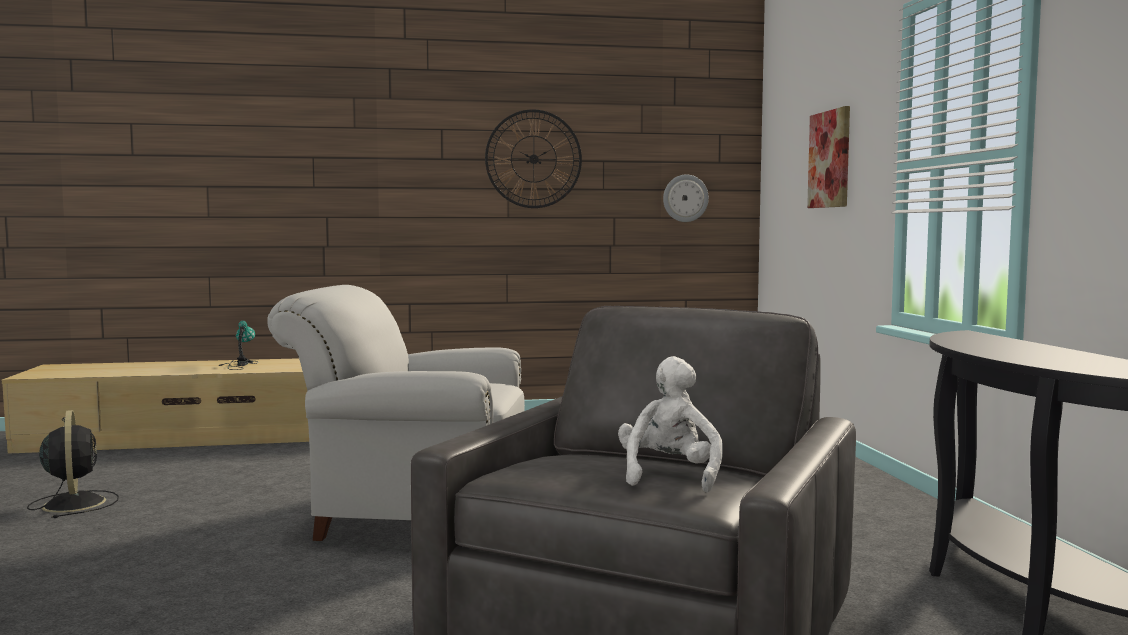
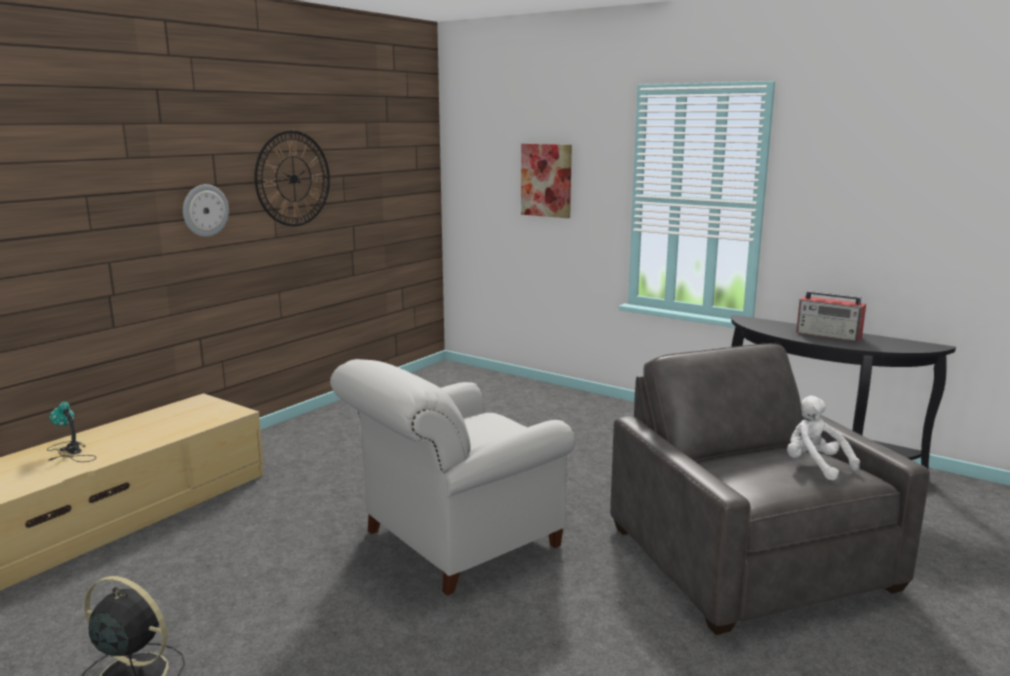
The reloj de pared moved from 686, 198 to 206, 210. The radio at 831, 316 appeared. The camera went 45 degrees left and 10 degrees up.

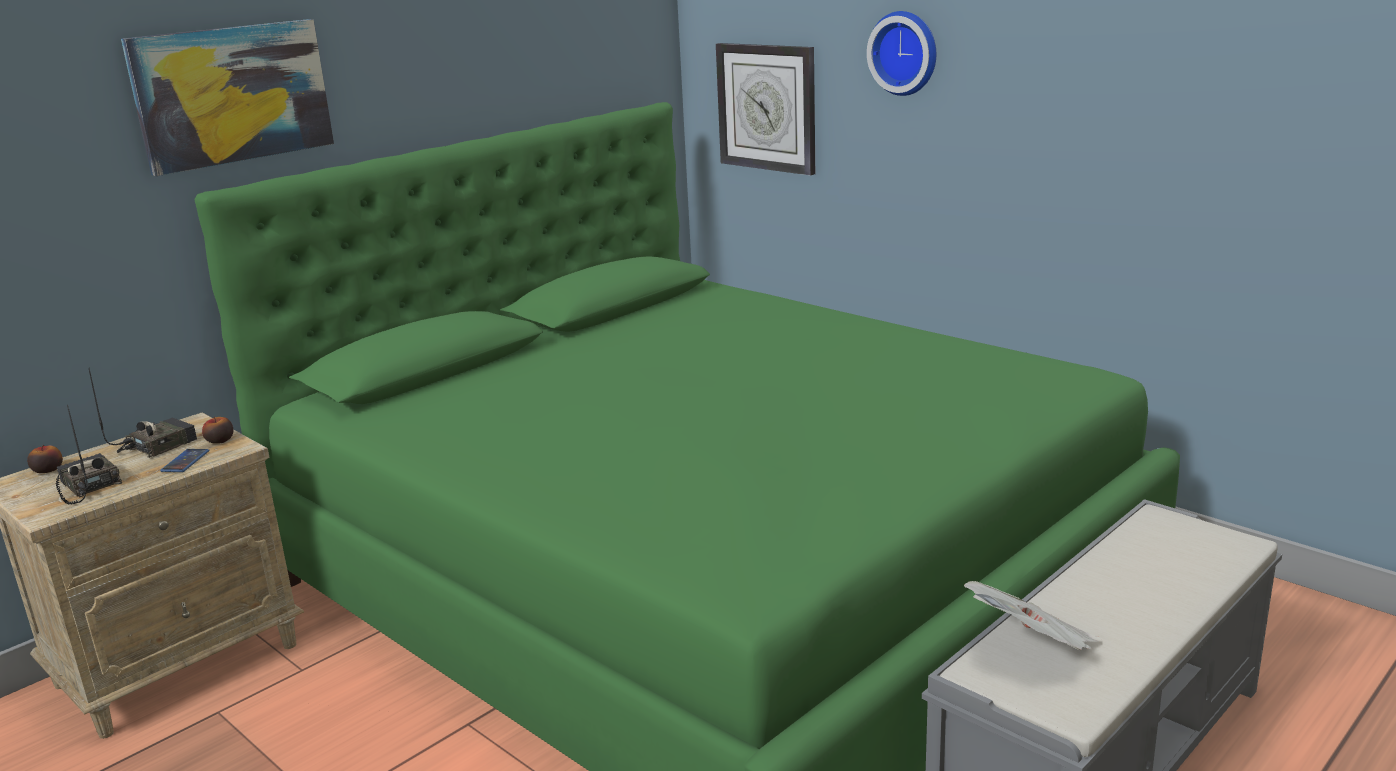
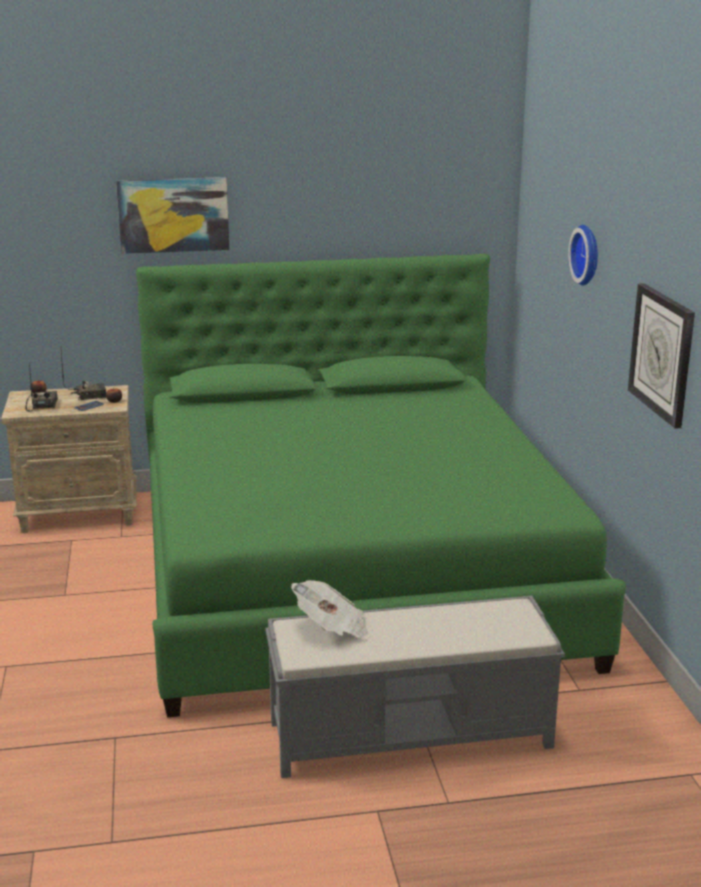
The reloj de pared moved from 765, 109 to 661, 356. The camera went 35 degrees right and 0 degrees up.

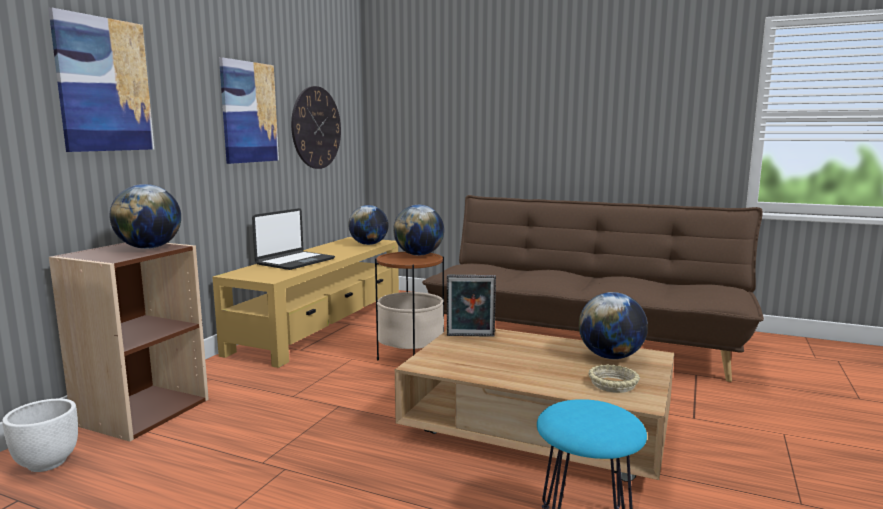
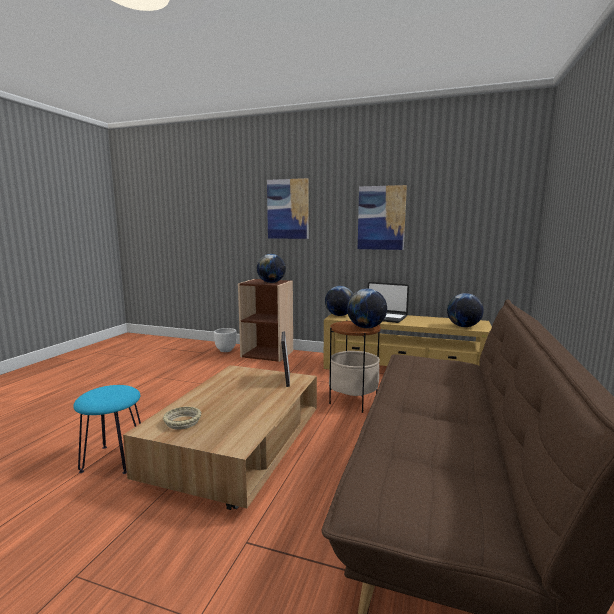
The globo terráqueo moved from 613, 325 to 339, 301. The reloj de pared at 316, 127 disappeared. The camera went 85 degrees right and 0 degrees up.

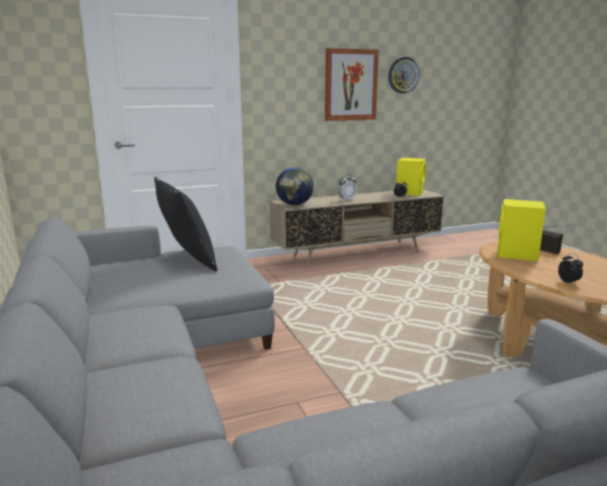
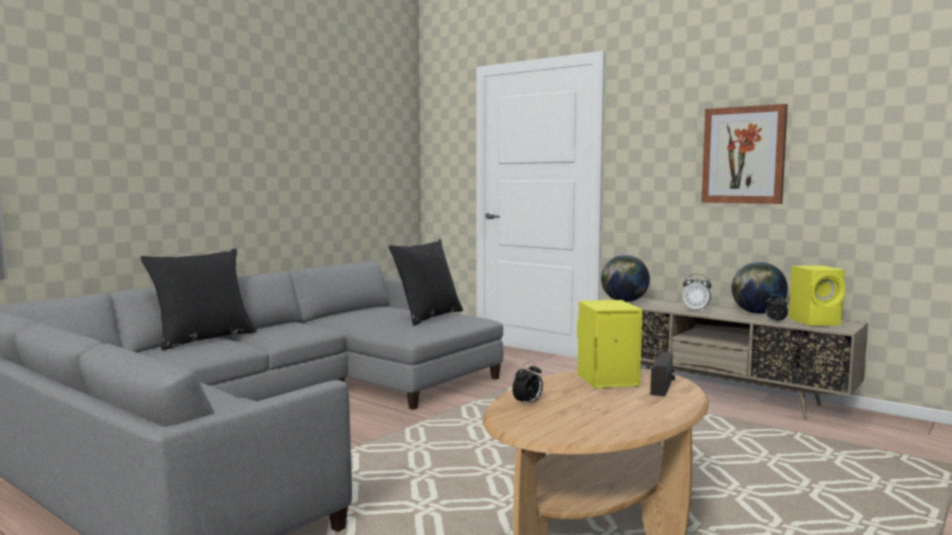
The cojín/negro at 198, 299 appeared. The globo terráqueo at 760, 288 appeared. The reloj de pared at 404, 75 disappeared. The camera went 60 degrees right and 10 degrees down.

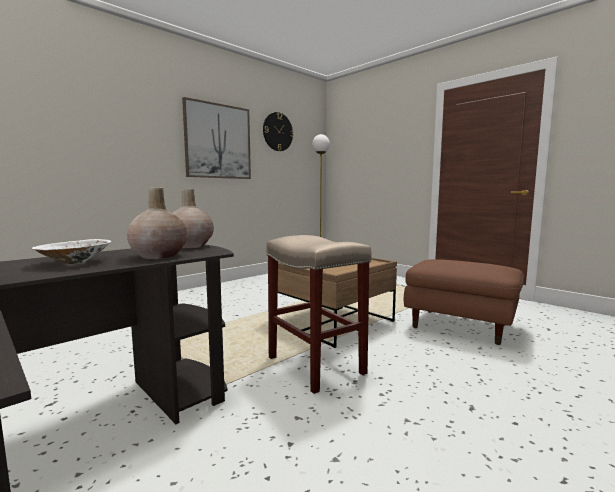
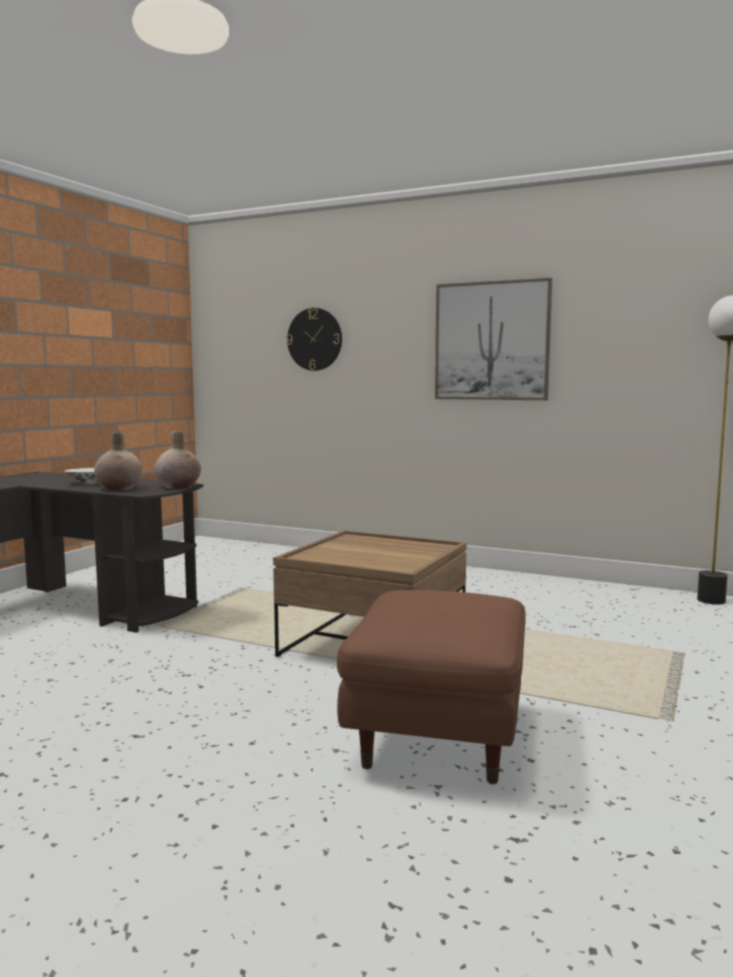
The reloj de pared moved from 278, 131 to 314, 339. The taburete/beis at 318, 314 disappeared. The camera went 70 degrees right and 0 degrees up.

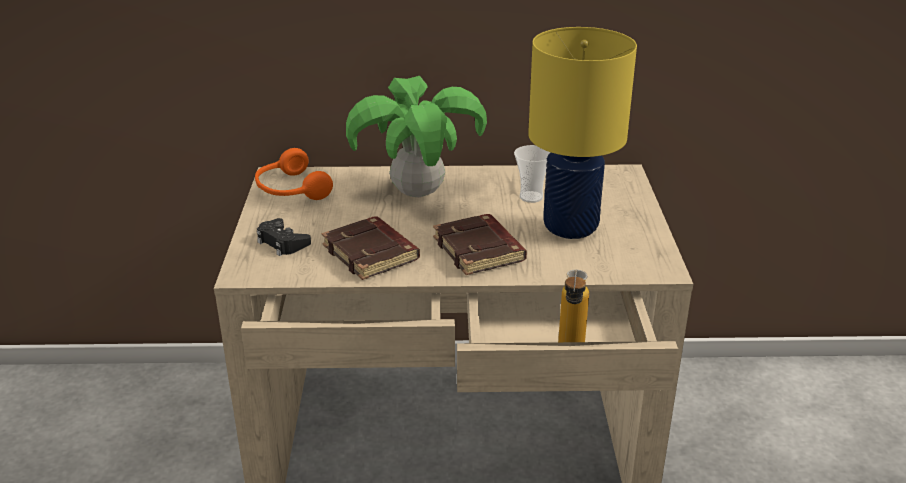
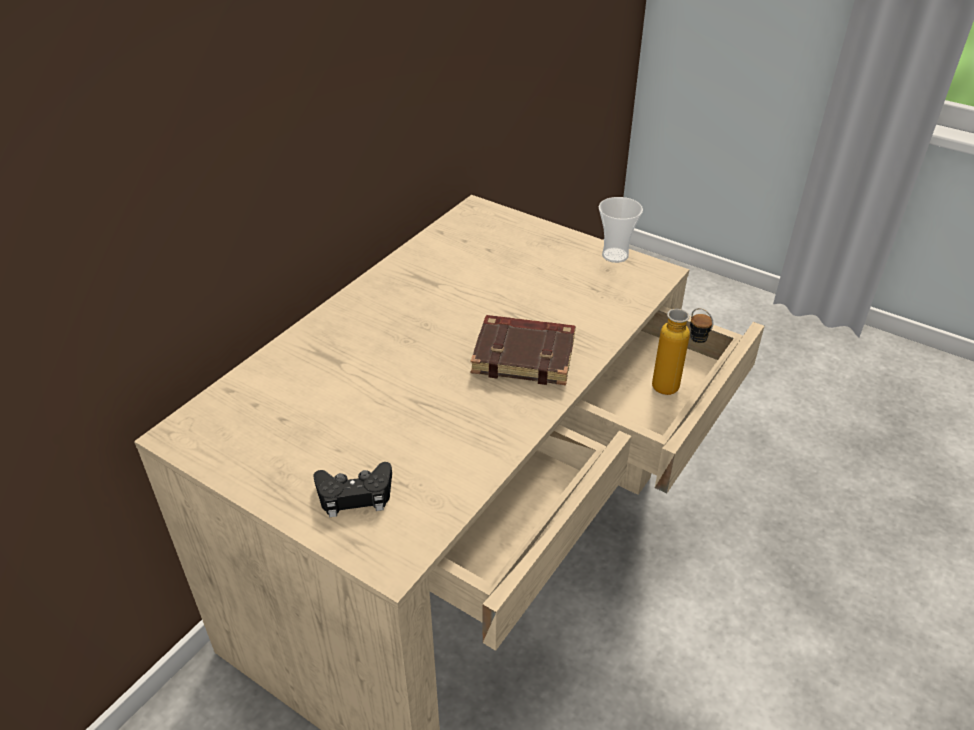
The taza moved from 532, 174 to 621, 230. The auriculares/naranja at 294, 174 disappeared. The libro/marrón at 371, 248 disappeared. The planta en maceta at 416, 136 disappeared. The lámpara de mesa/amarillo at 582, 133 disappeared. The camera went 55 degrees left and 10 degrees up.

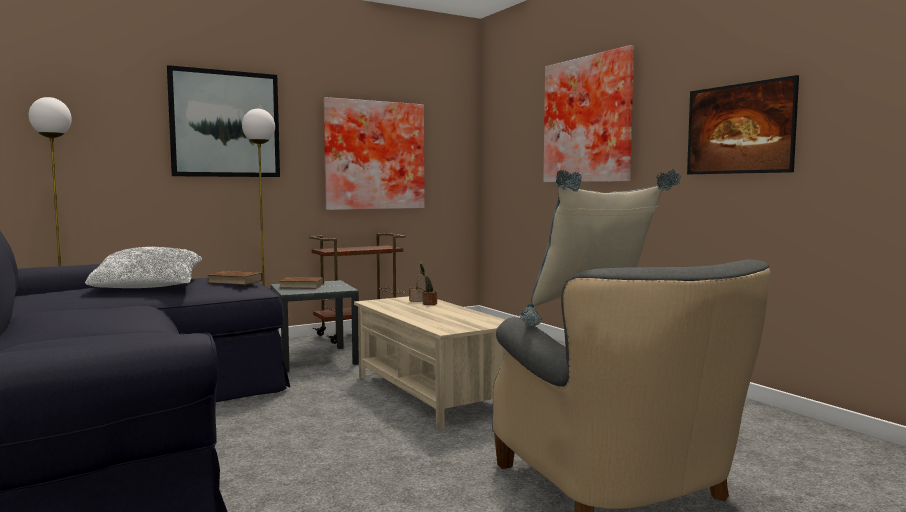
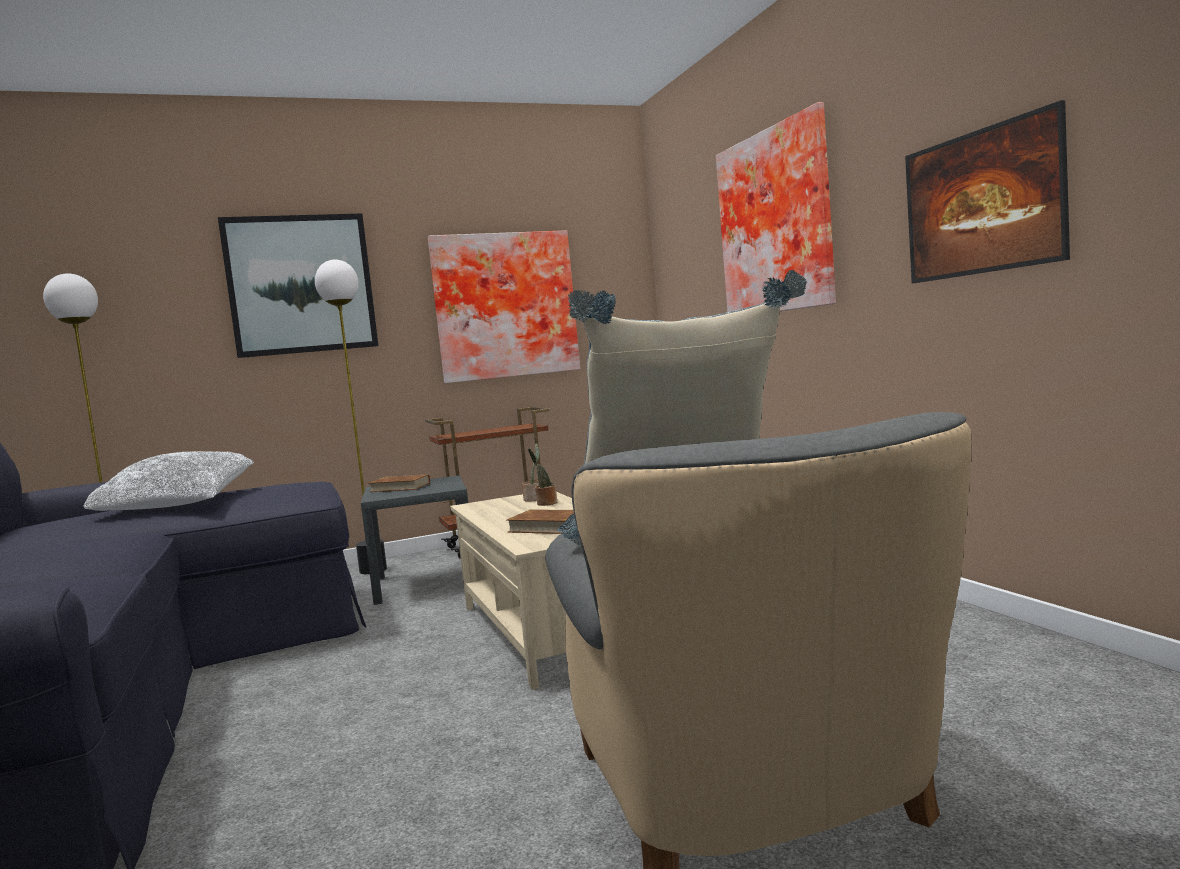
The libro/marrón moved from 235, 278 to 540, 521. The camera went 10 degrees right and 0 degrees up.

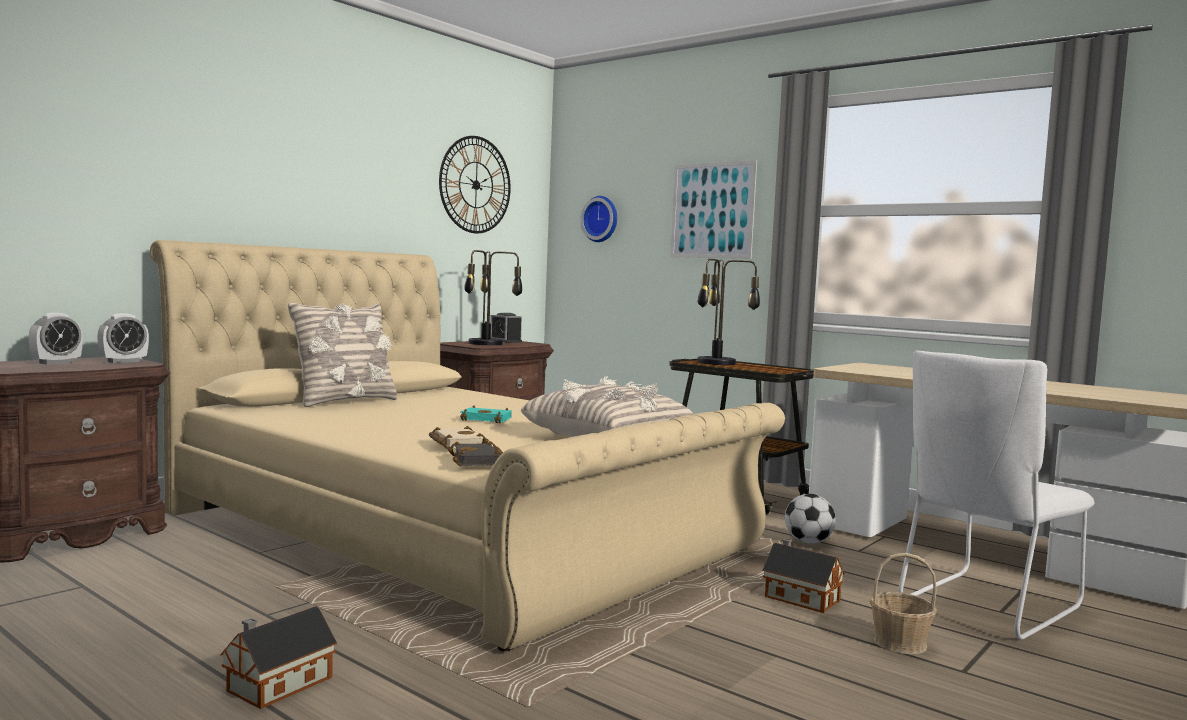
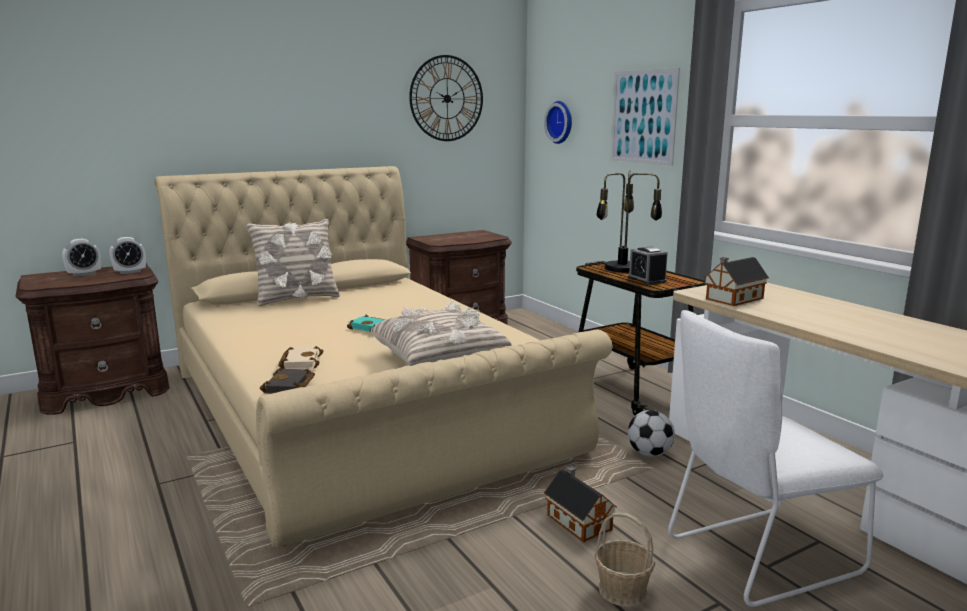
The despertador moved from 506, 328 to 648, 266. The casita moved from 278, 657 to 736, 281. The lámpara de mesa at 493, 297 disappeared. The camera went 20 degrees right and 10 degrees up.

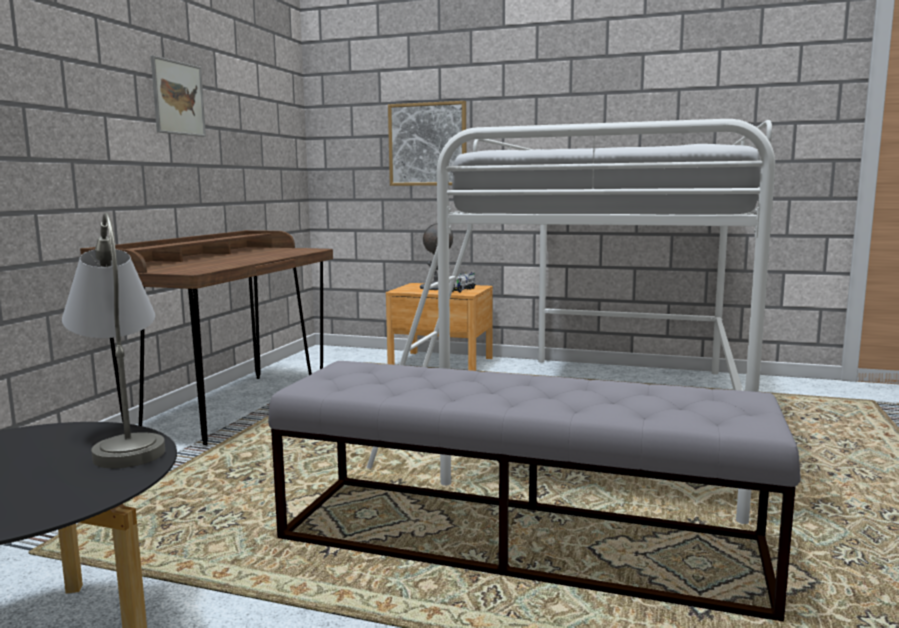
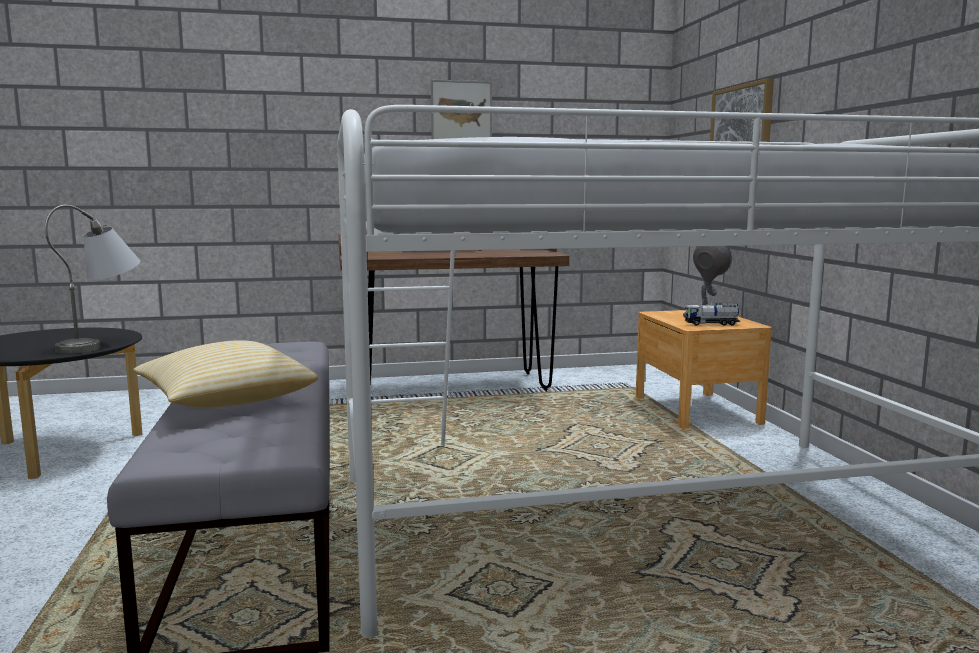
The cojín at 225, 373 appeared. The camera went 60 degrees right and 0 degrees up.

